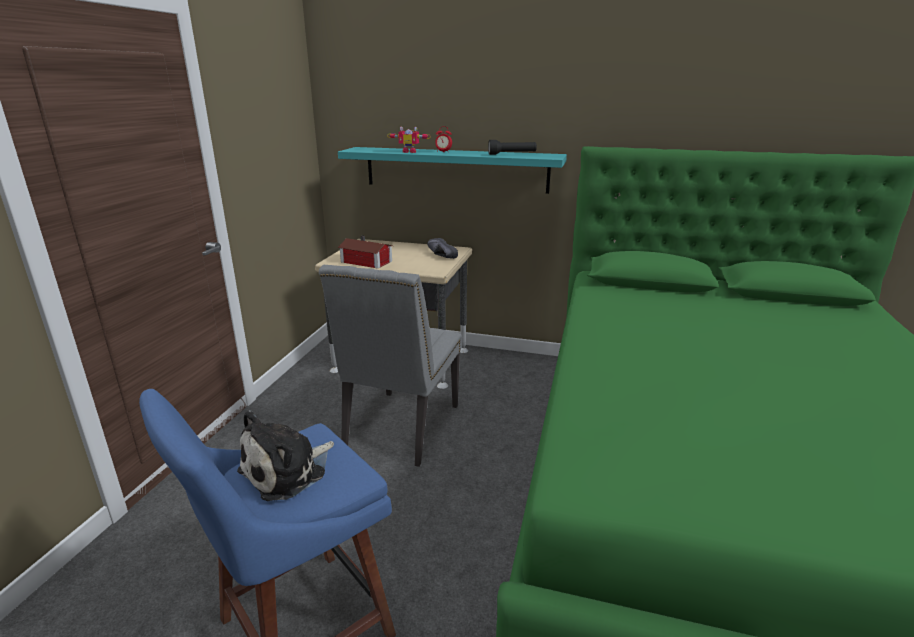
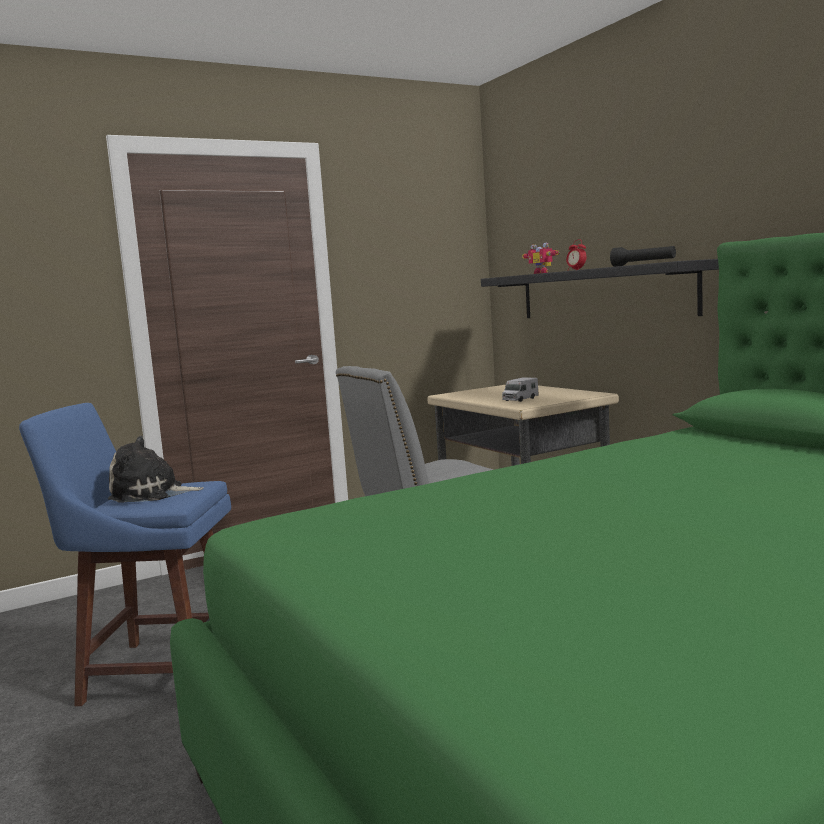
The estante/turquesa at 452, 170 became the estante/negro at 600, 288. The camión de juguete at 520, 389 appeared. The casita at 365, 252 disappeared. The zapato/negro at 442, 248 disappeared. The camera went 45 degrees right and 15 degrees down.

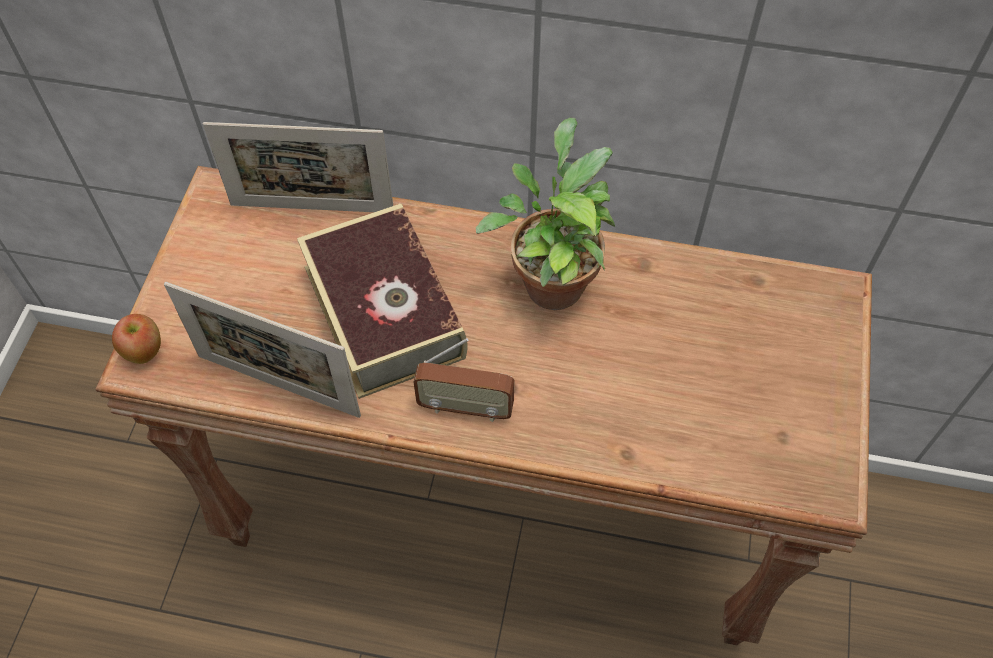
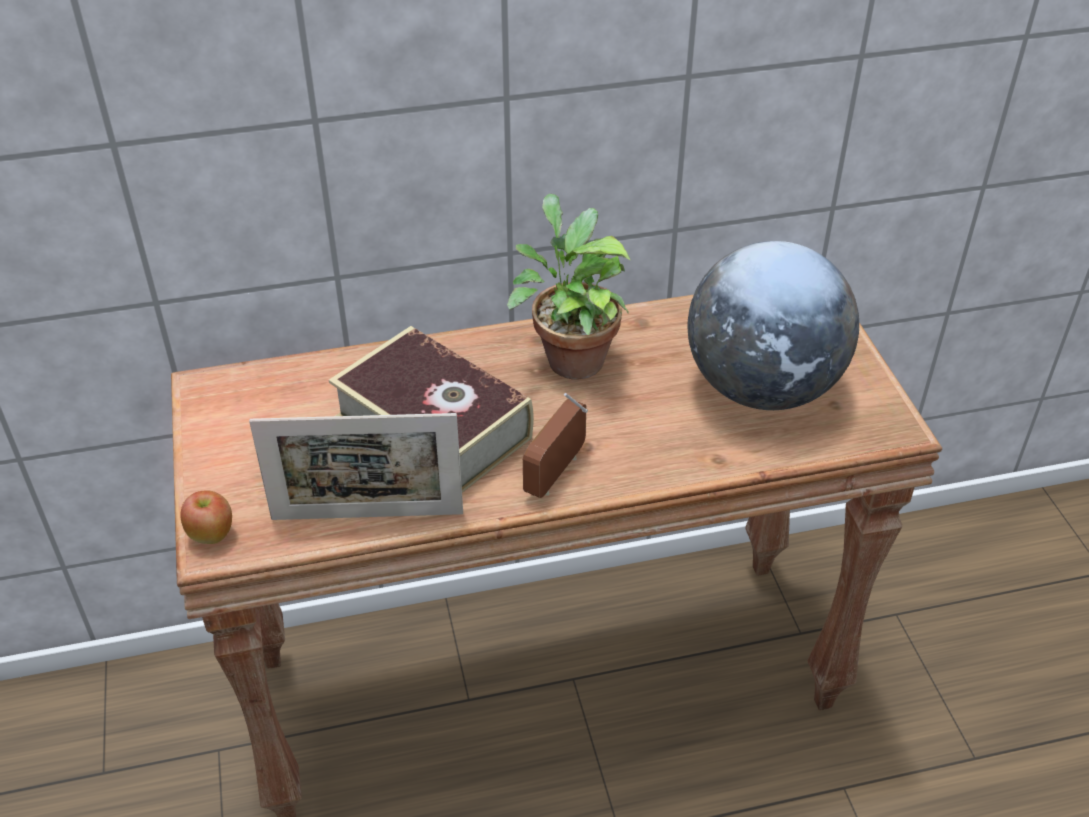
The radio at 463, 380 turned 135 degrees clockwise. The globo terráqueo at 773, 325 appeared. The portarretratos at 298, 167 disappeared. The camera went 25 degrees left and 15 degrees down.

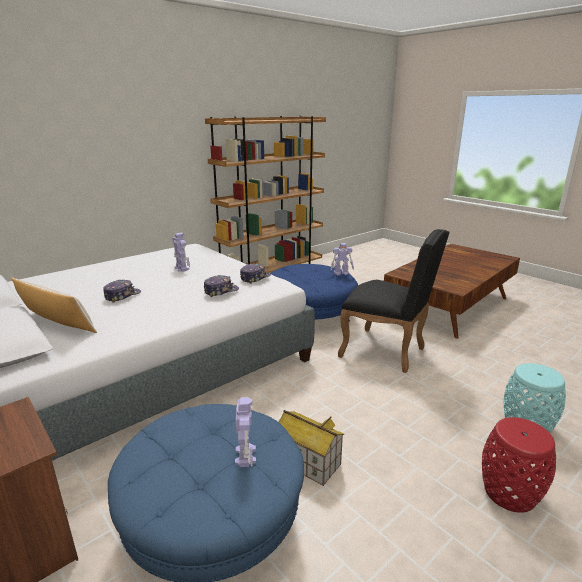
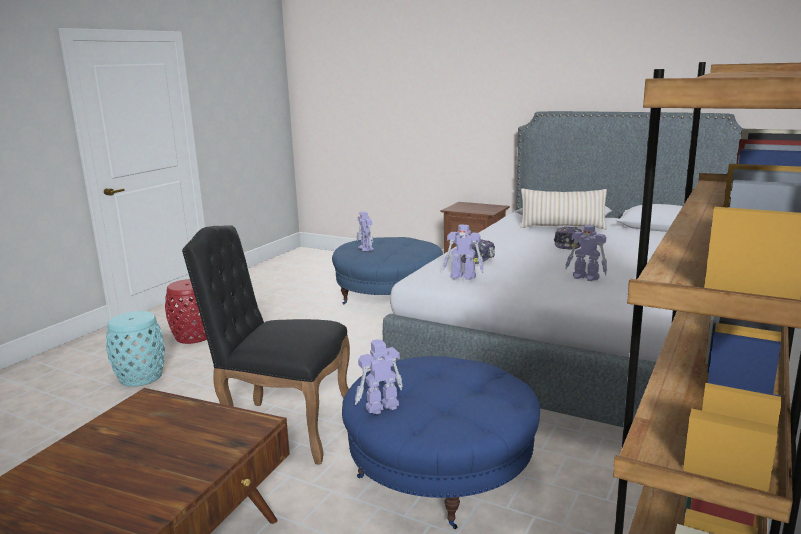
The gorra at 255, 273 was replaced by the robot de juguete at 463, 252. The casita at 311, 448 disappeared. The camera went 160 degrees right and 5 degrees down.

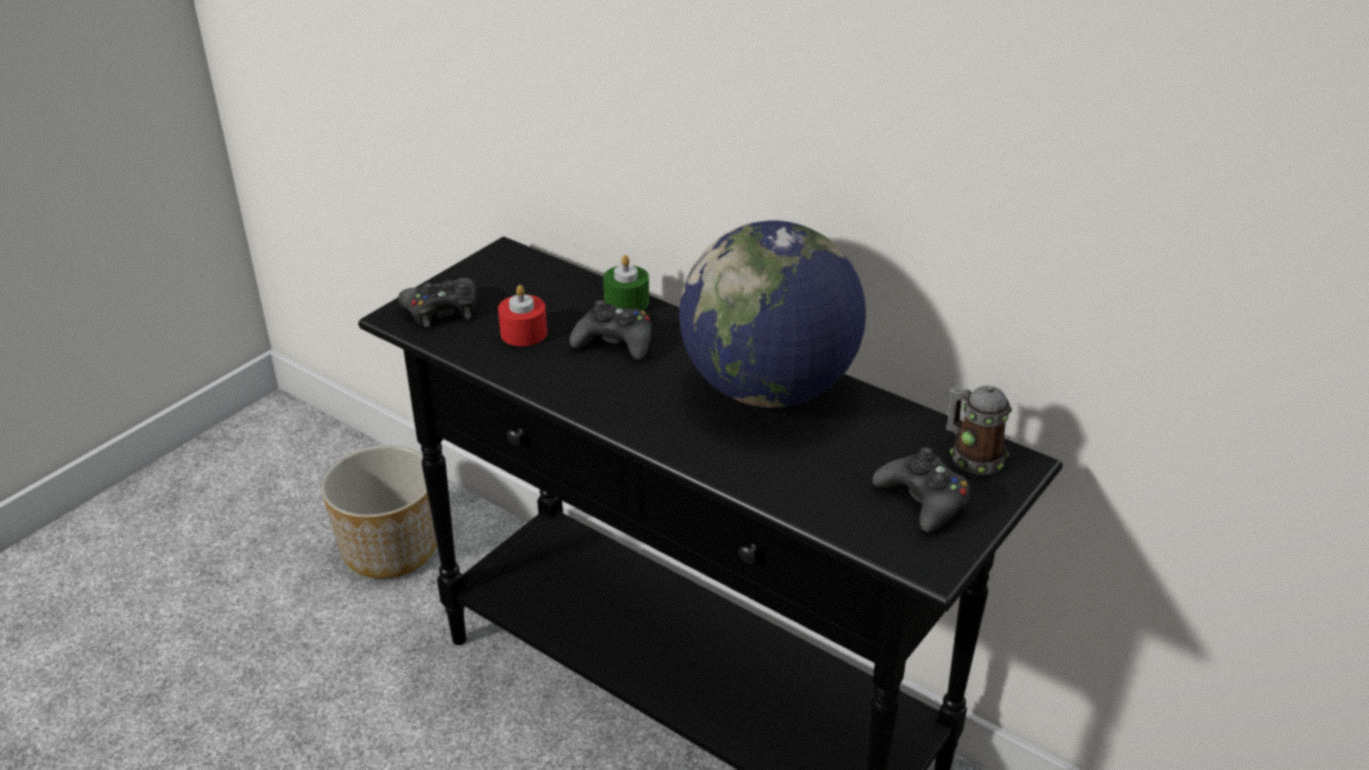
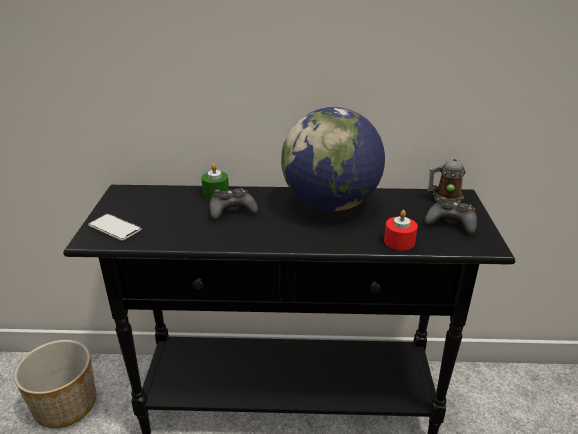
The mando de consola/negro at 437, 302 was replaced by the móvil at 115, 227. The vela/rojo moved from 522, 315 to 401, 230. The camera went 35 degrees left and 5 degrees down.

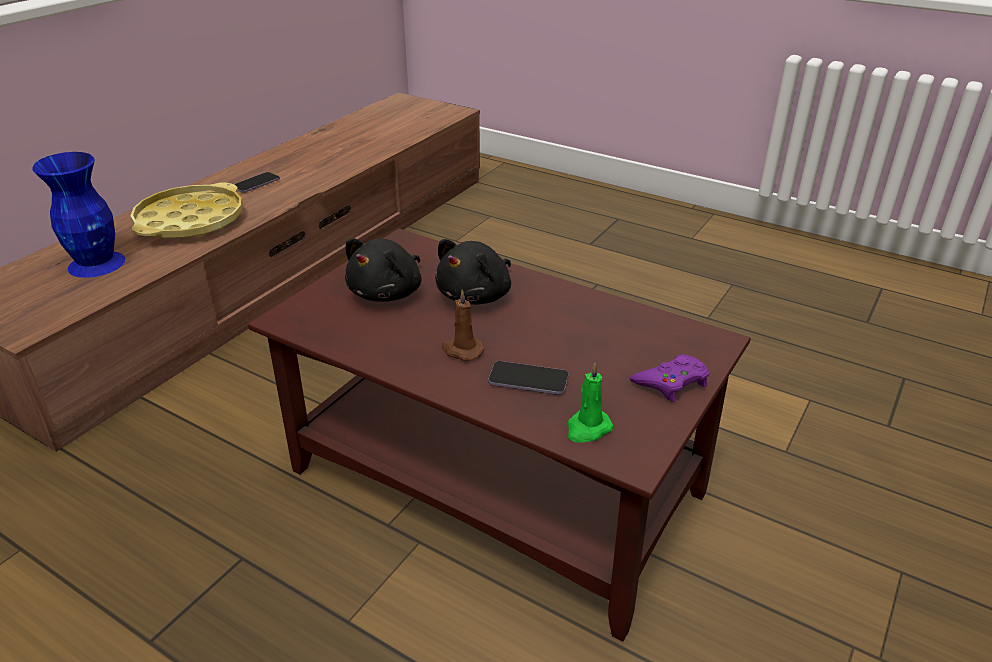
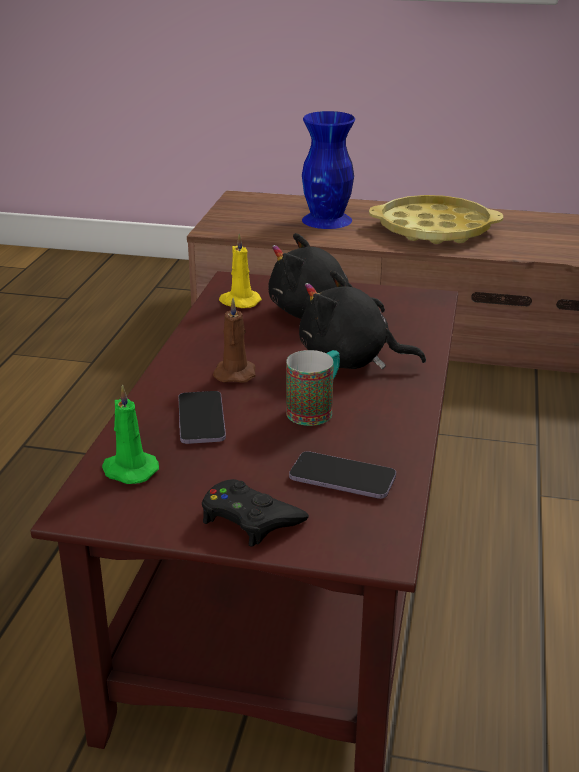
The mando de consola/morado at 669, 378 became the mando de consola/negro at 255, 513. The vela/amarillo at 240, 271 appeared. The taza grande at 313, 388 appeared. The móvil moved from 257, 182 to 342, 475. The camera went 70 degrees right and 5 degrees down.

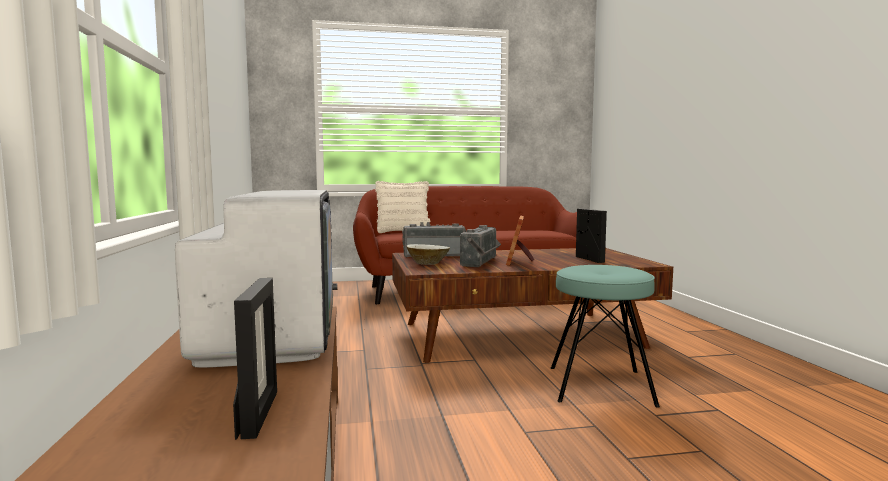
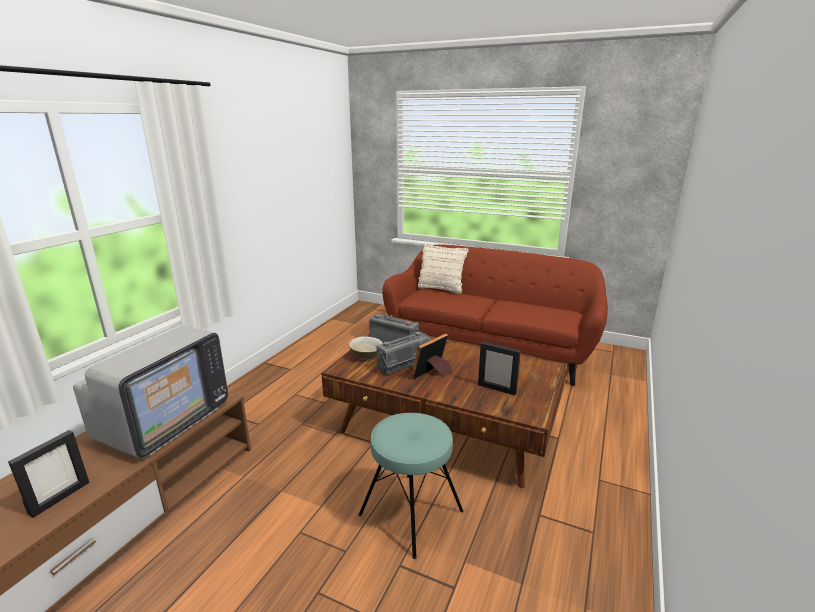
The portarretratos at 591, 235 turned 105 degrees clockwise. The camera went 35 degrees right and 15 degrees up.

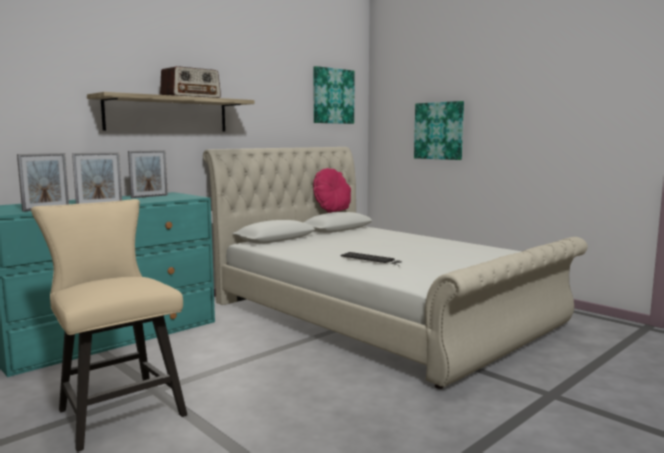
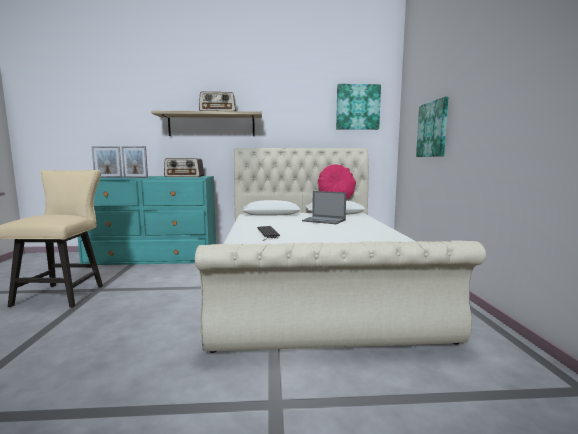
The portarretratos at 148, 174 was replaced by the radio at 184, 167. The portátil at 324, 207 appeared. The camera went 40 degrees right and 0 degrees up.

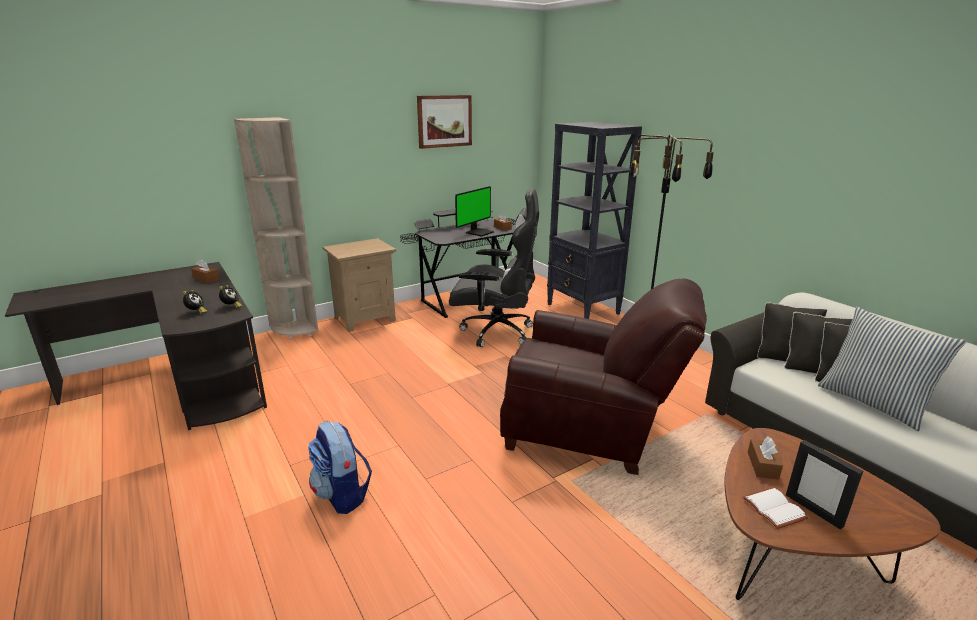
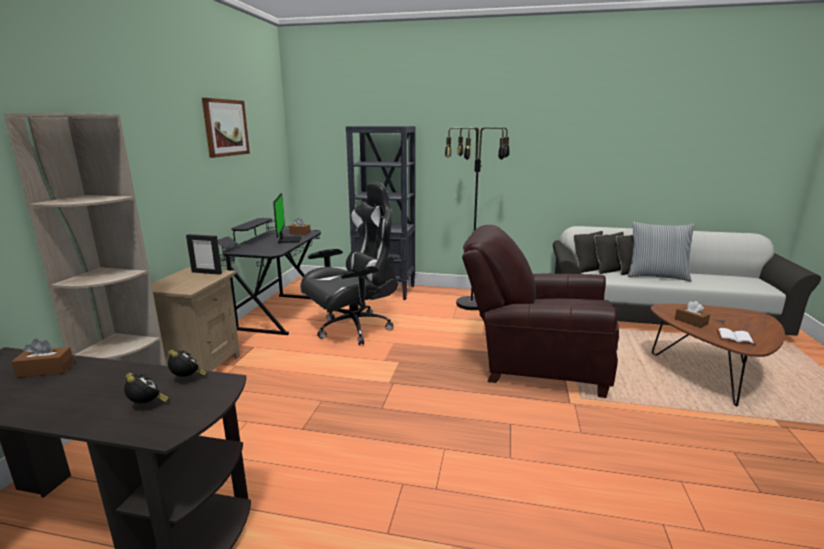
The portarretratos moved from 824, 485 to 204, 254. The sillón/marrón at 603, 377 turned 135 degrees counterclockwise. The mochila at 340, 467 disappeared. The camera went 45 degrees left and 5 degrees down.

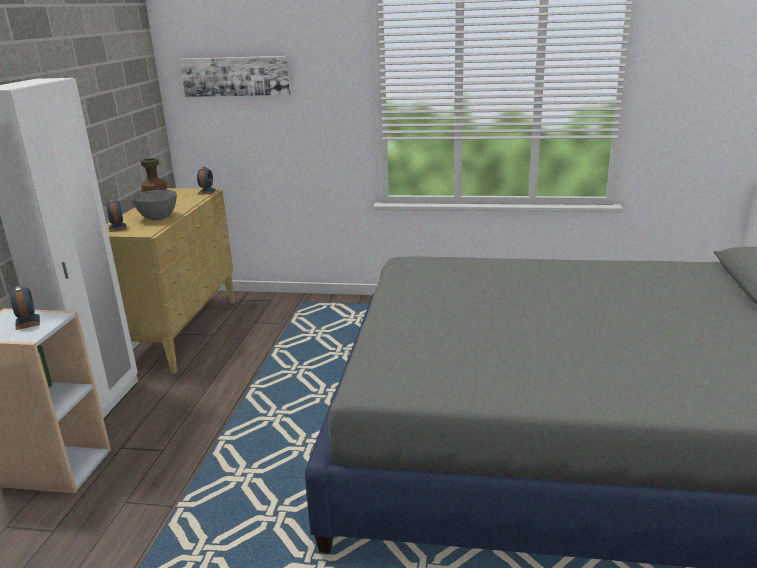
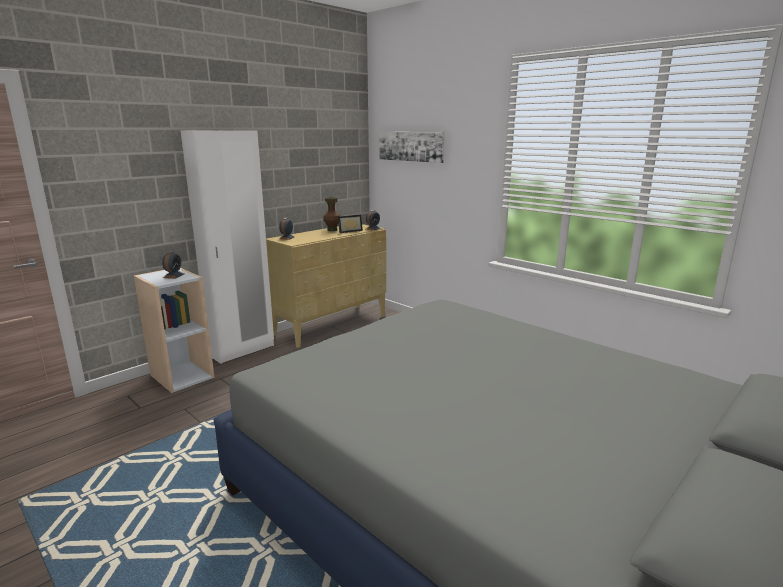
The portarretratos at 350, 223 appeared. The cuenco/gris at 154, 205 disappeared. The camera went 35 degrees right and 5 degrees down.

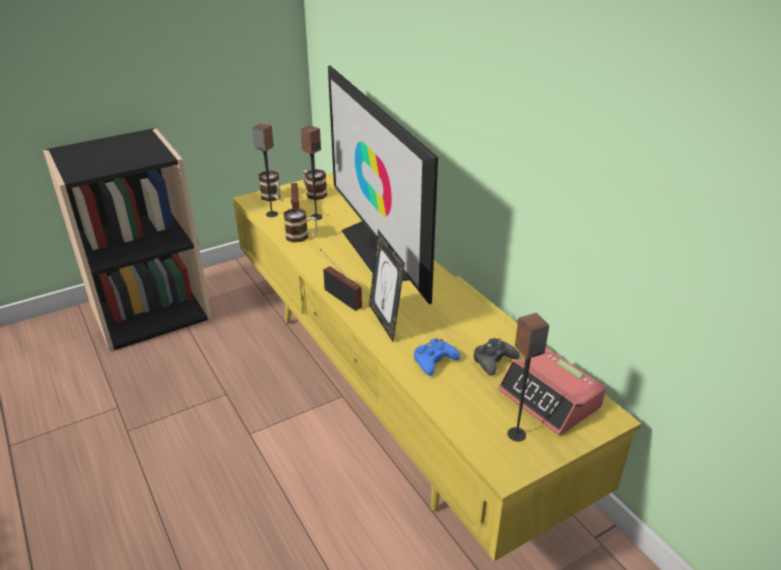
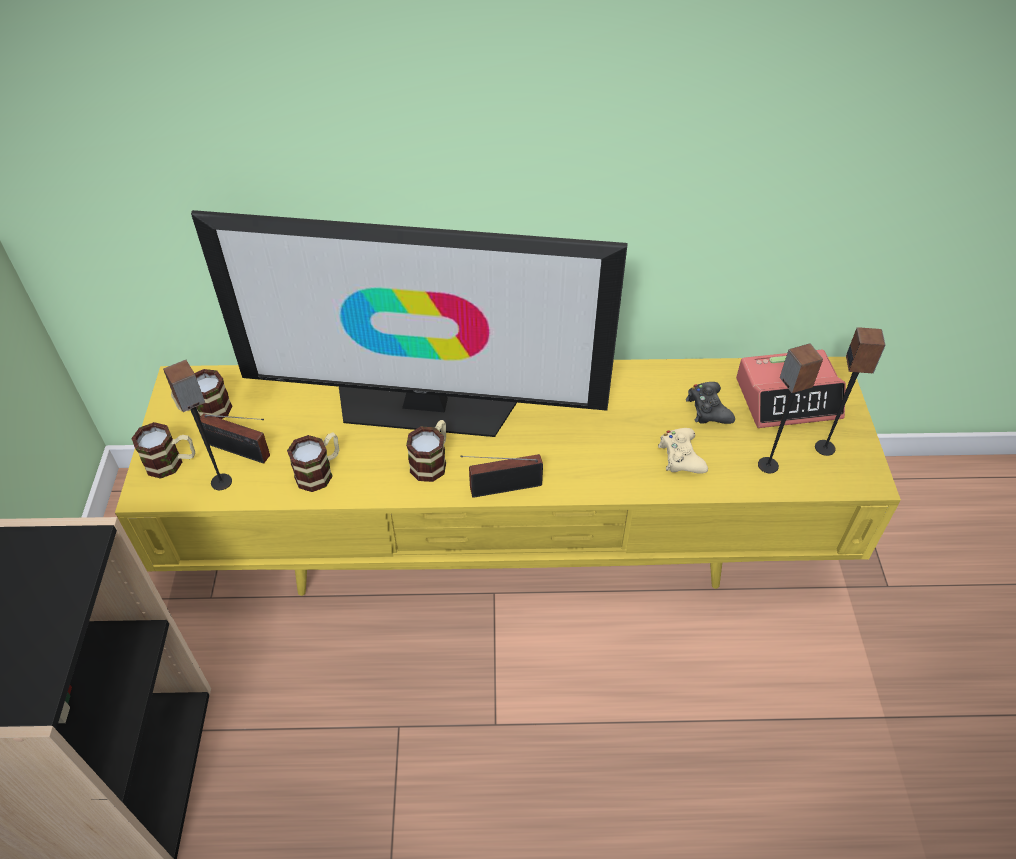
The taza grande at 426, 451 appeared. The mando de consola/azul at 437, 357 became the mando de consola/beis at 683, 450. The altavoz moved from 311, 172 to 790, 408. The portarretratos at 387, 286 disappeared. The camera went 60 degrees left and 15 degrees up.

